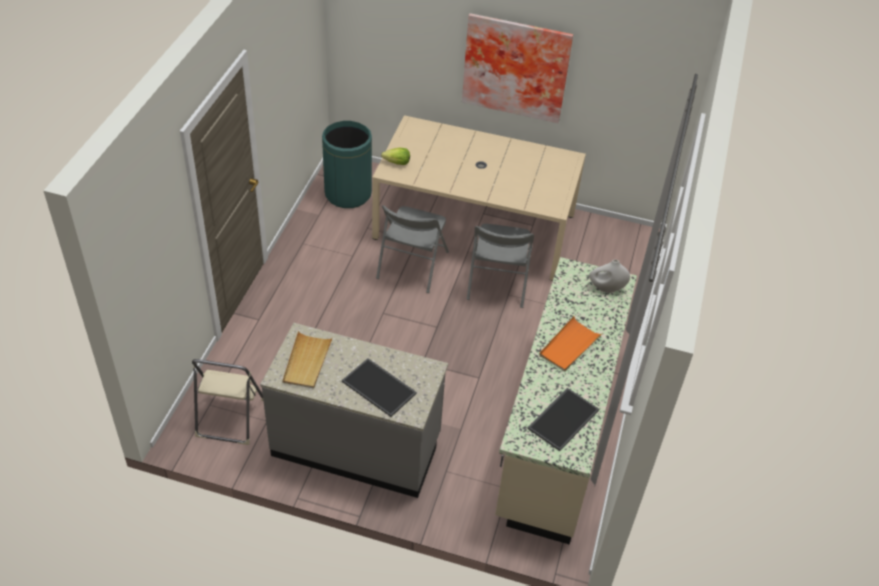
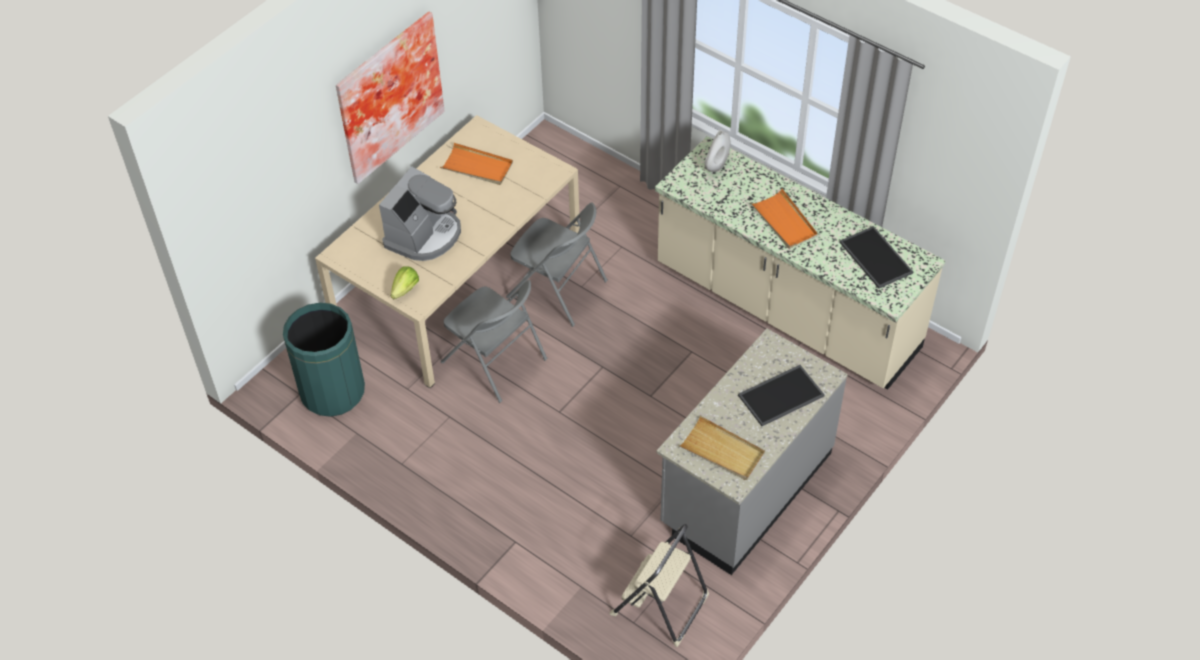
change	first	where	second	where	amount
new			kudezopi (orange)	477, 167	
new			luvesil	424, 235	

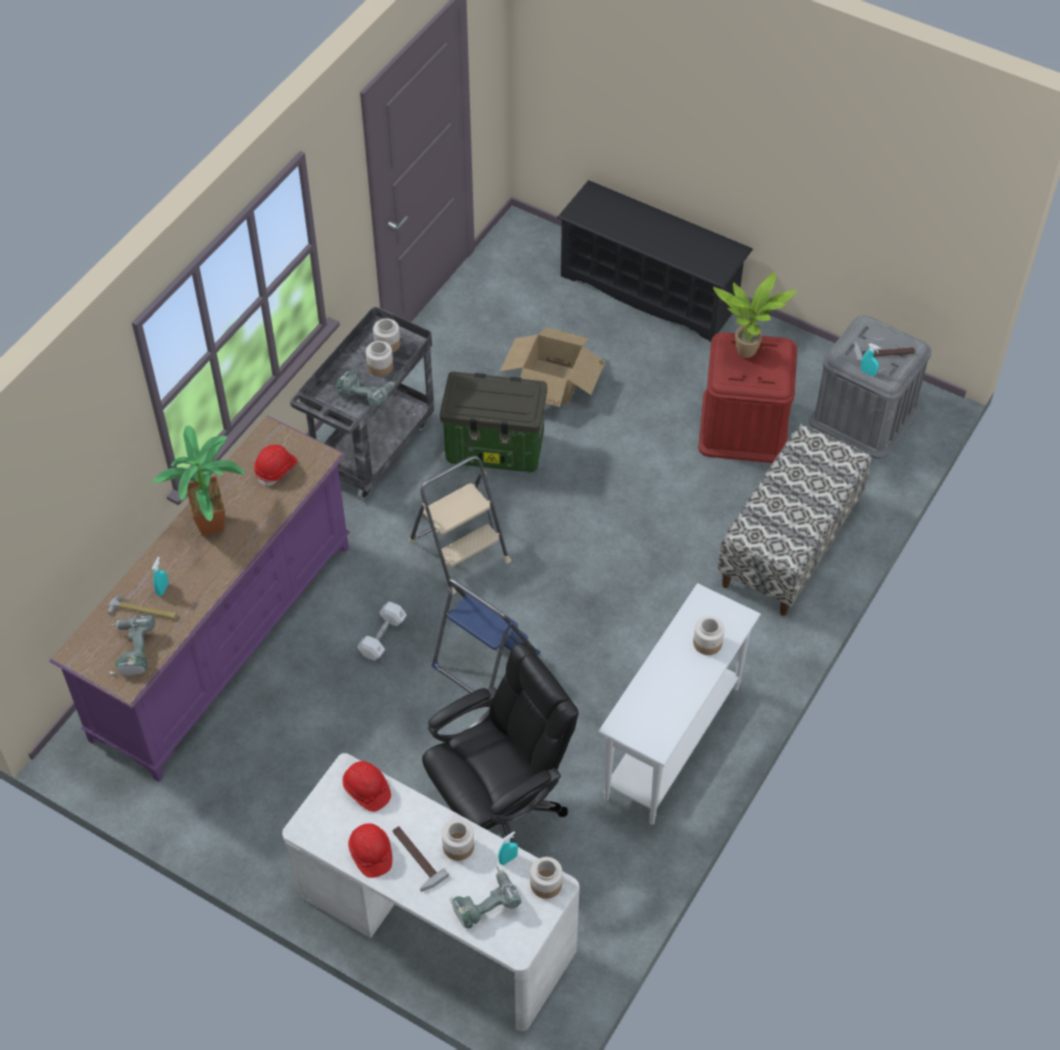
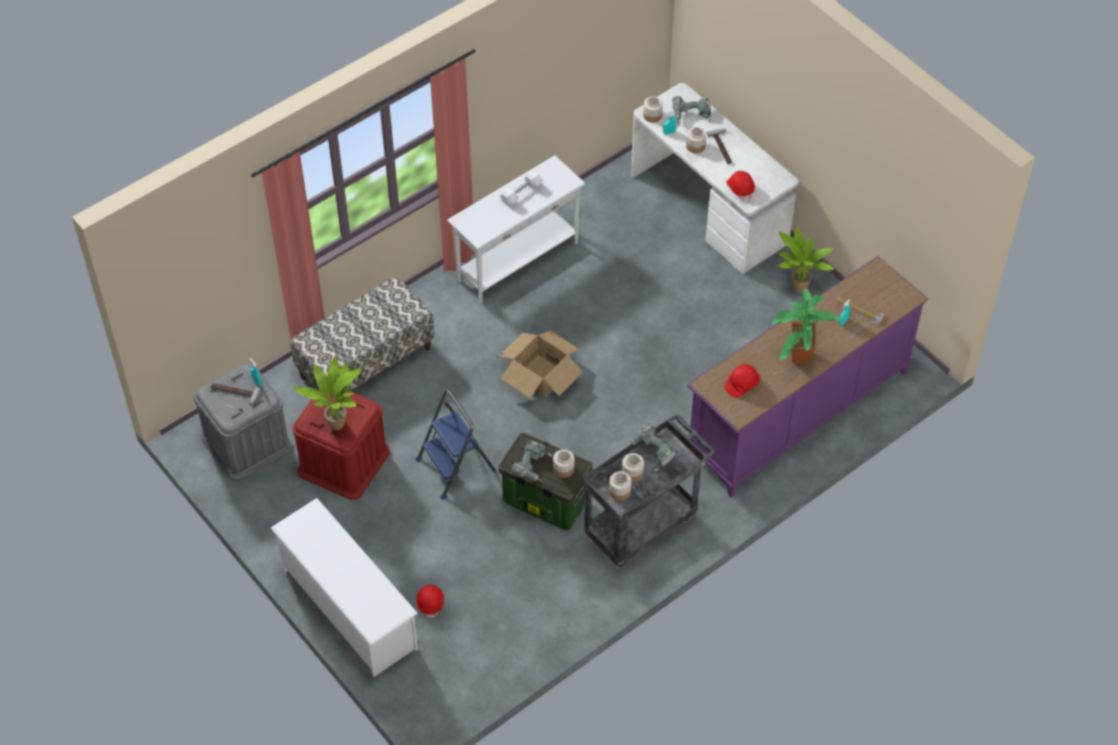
change	first	where	second	where	amount
repainted	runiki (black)	650, 291	runiki (white)	349, 608	
shifted	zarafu	552, 382		540, 375	
gone	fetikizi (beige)	457, 547			
shifted	fetikizi (blue)	482, 661		459, 464	
shifted	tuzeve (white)	382, 637		520, 193	
shifted	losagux	131, 651		532, 467	
shifted	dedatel	708, 643		563, 469	
gone	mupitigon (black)	498, 811			
shifted	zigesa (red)	370, 854		430, 602	
new			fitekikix	798, 289	

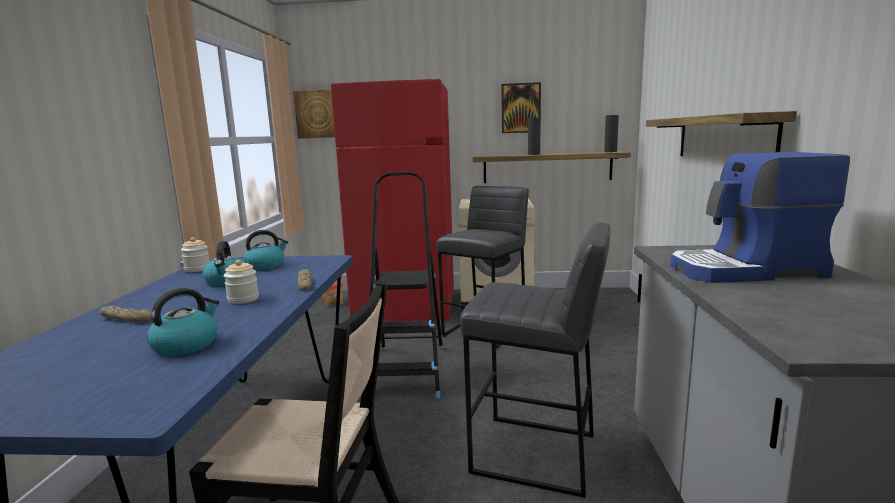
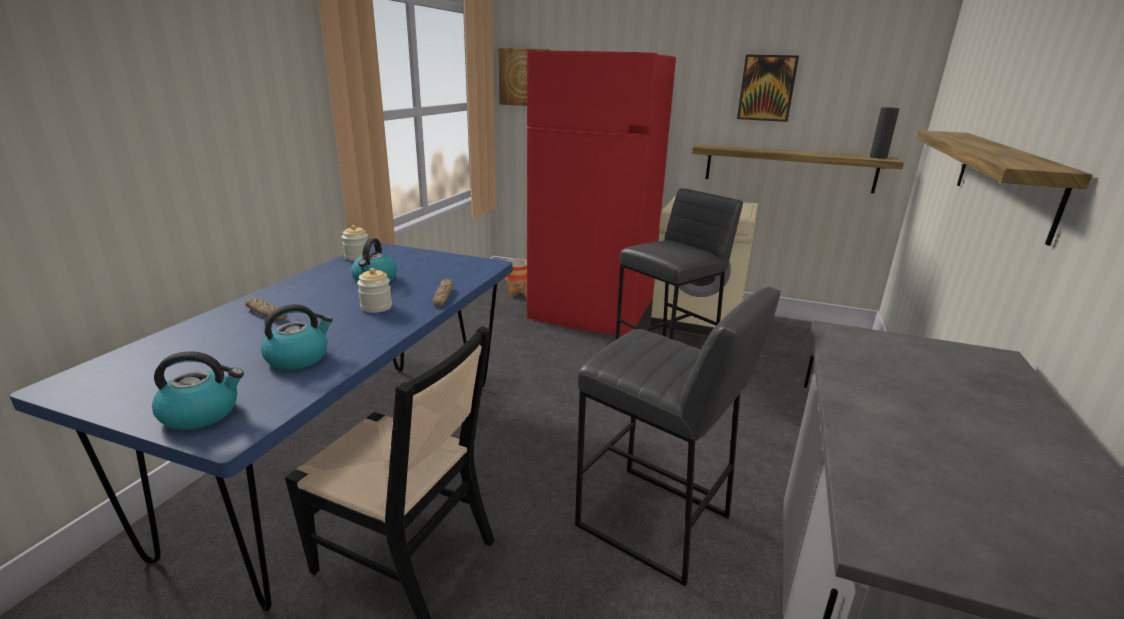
change	first	where	second	where	amount
gone	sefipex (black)	534, 154			
gone	luvesil	746, 271			
gone	fetikizi (black)	408, 370			
shifted	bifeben	266, 266		202, 413	

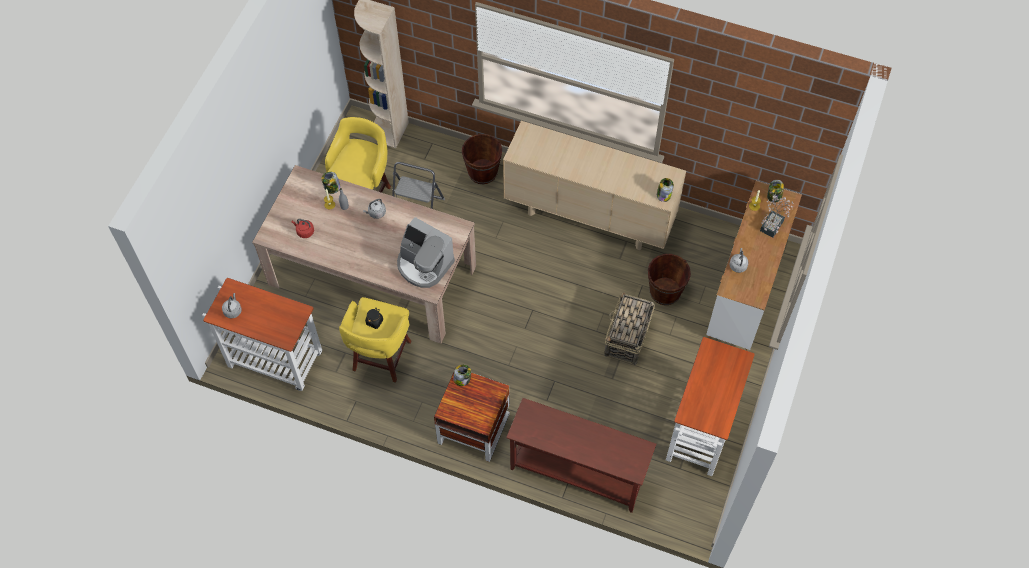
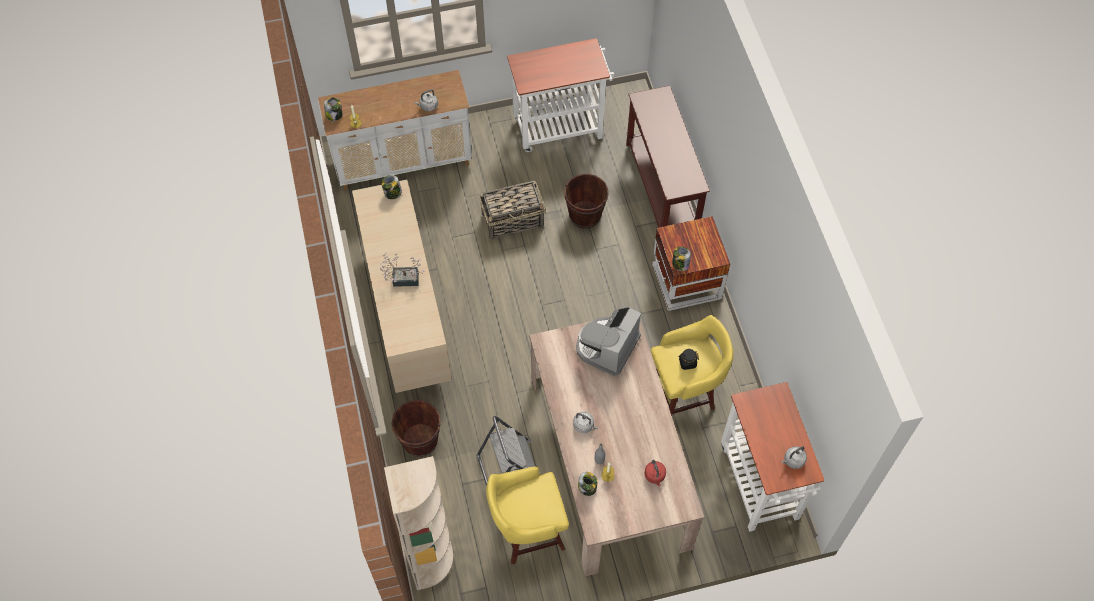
change	first	where	second	where	amount
shifted	fitekikix	773, 224		402, 278	
rotated	luvesil	424, 265		607, 346	150 degrees counterclockwise
shifted	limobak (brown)	665, 292		585, 215	

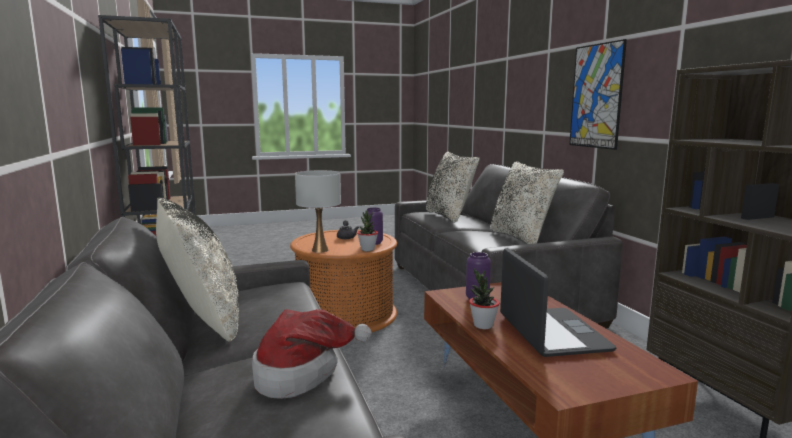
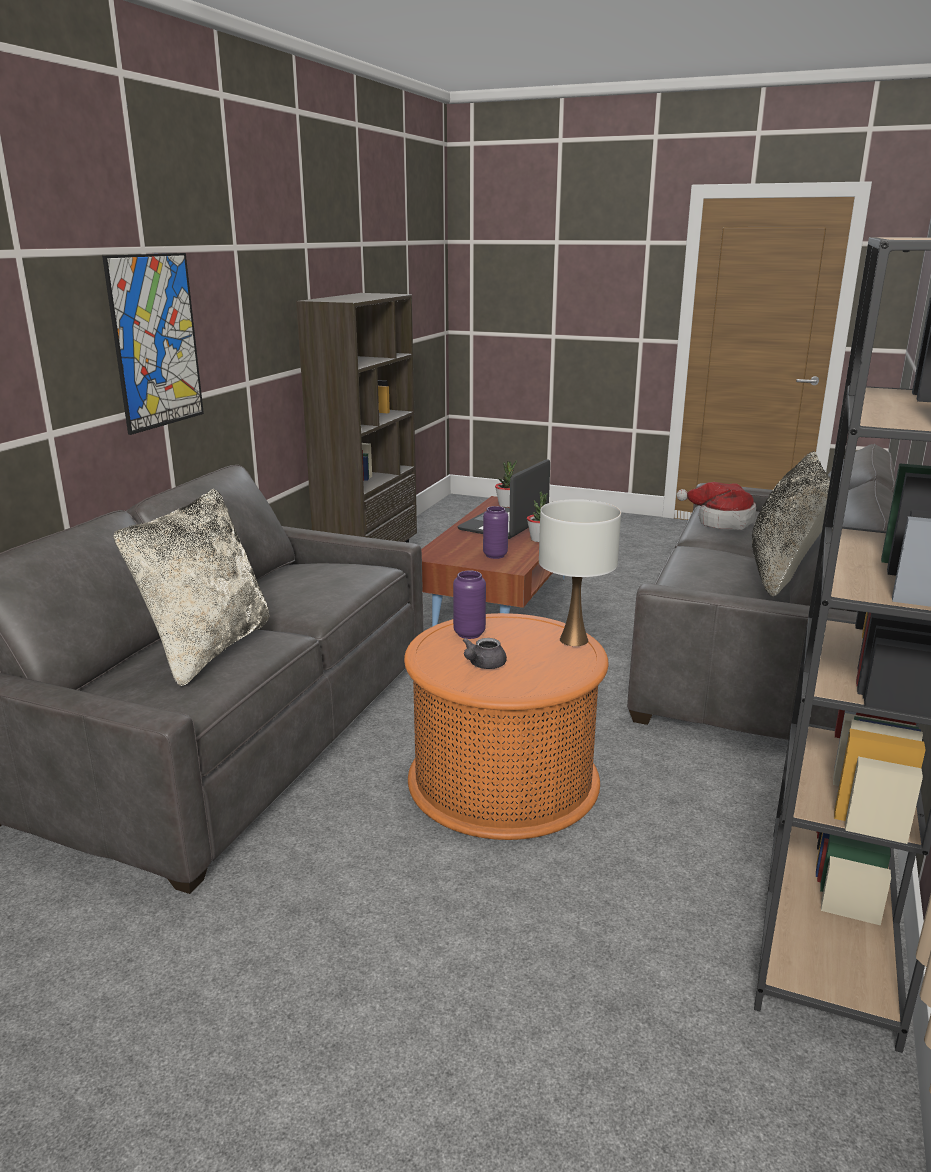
change	first	where	second	where	amount
gone	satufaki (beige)	521, 239			
shifted	fitekikix	367, 249		506, 505	

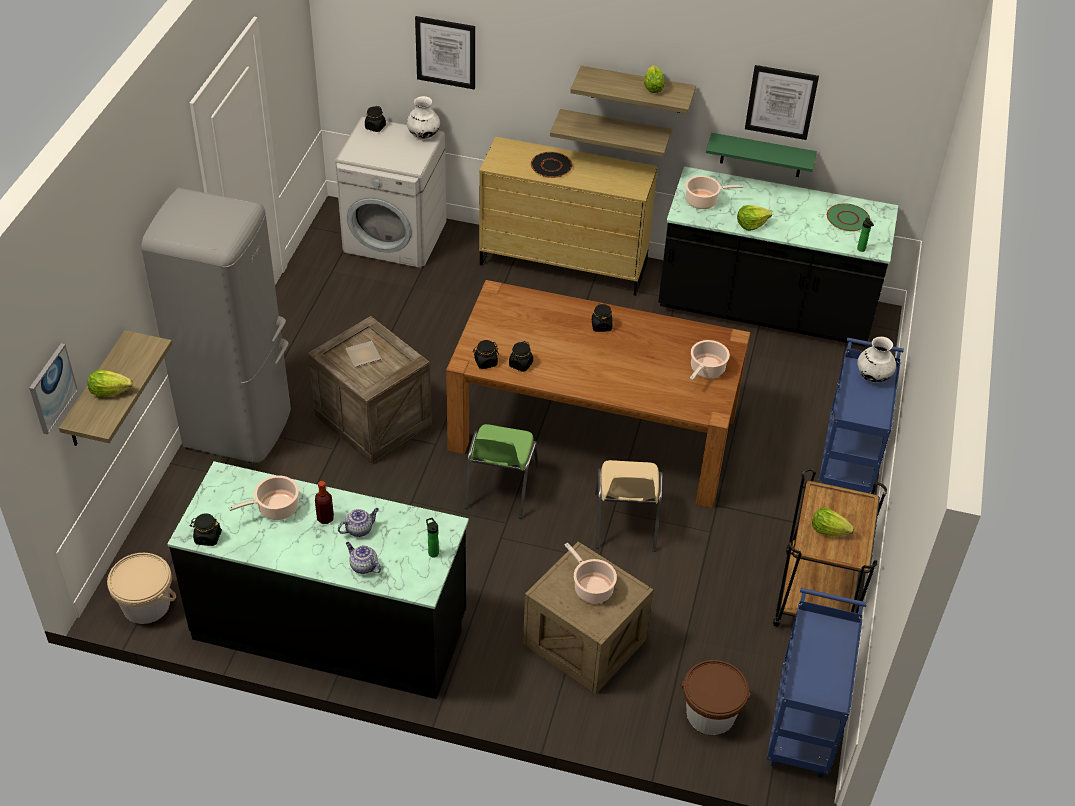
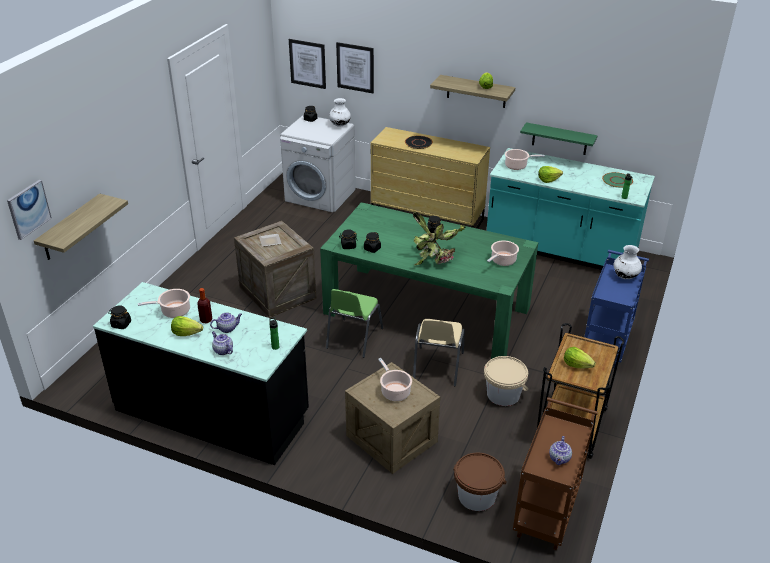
change	first	where	second	where	amount
shifted	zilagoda	781, 102		307, 63	
gone	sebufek	614, 132			
repainted	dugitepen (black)	765, 309	dugitepen (turquoise)	560, 250	
gone	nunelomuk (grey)	241, 426			
repainted	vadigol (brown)	594, 431	vadigol (green)	427, 310	
shifted	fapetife	109, 391		186, 333	
shifted	limobak (beige)	146, 605		503, 394	
repainted	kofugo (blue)	803, 724	kofugo (brown)	547, 511	
new			fitekikix	436, 258	
new			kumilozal	559, 459	

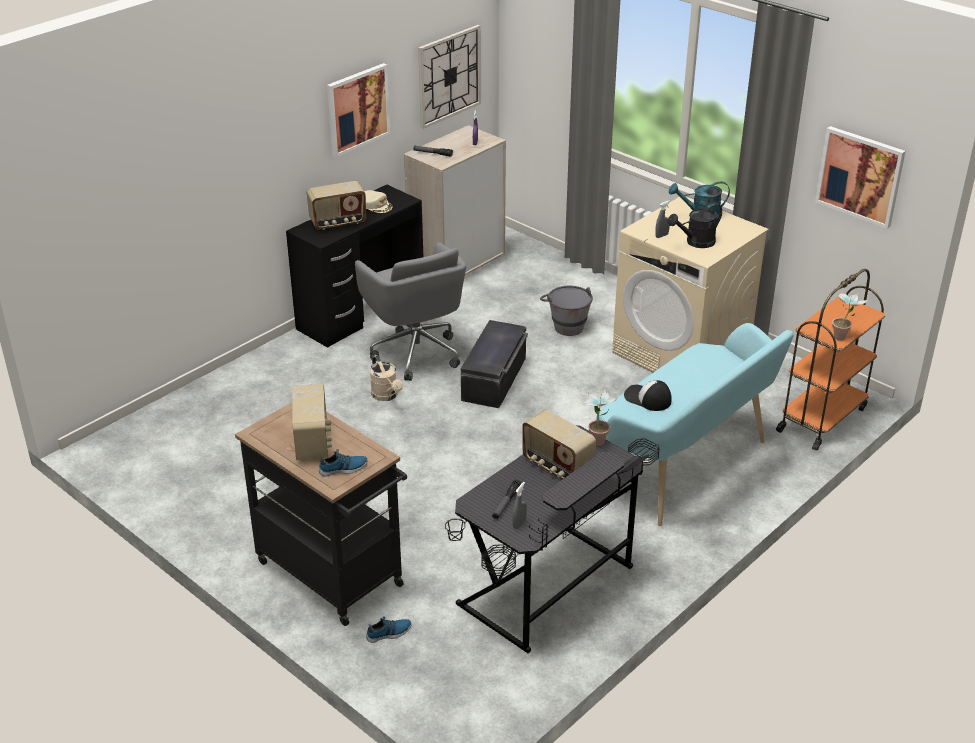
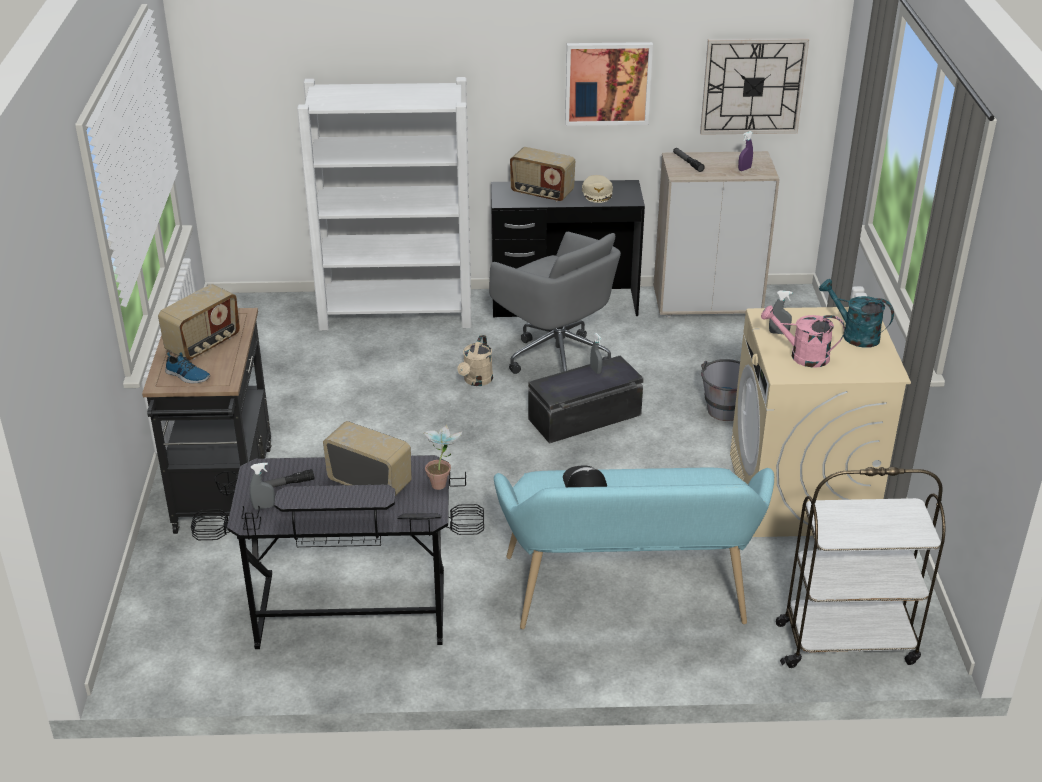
change	first	where	second	where	amount
gone	zilagoda	860, 176			
repainted	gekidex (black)	696, 243	gekidex (pink)	802, 356	
rotated	mupitigon (grey)	414, 352		554, 358	60 degrees counterclockwise
repainted	kofugo (orange)	823, 419	kofugo (white)	847, 644	
gone	fitekikix	843, 336			
rotated	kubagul	557, 467		370, 483	120 degrees clockwise
gone	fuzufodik	389, 633			
new			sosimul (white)	396, 311	
new			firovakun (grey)	595, 370	

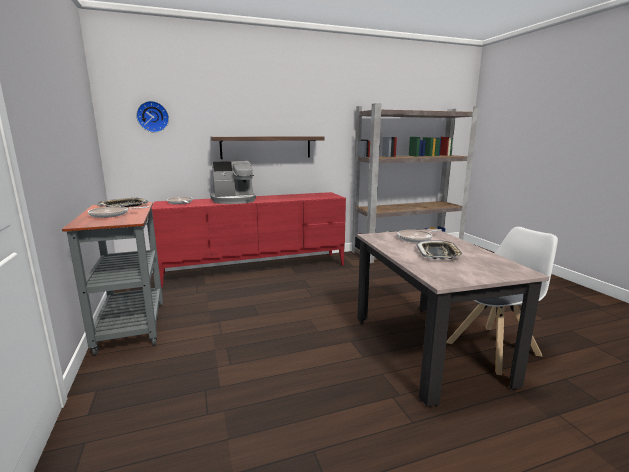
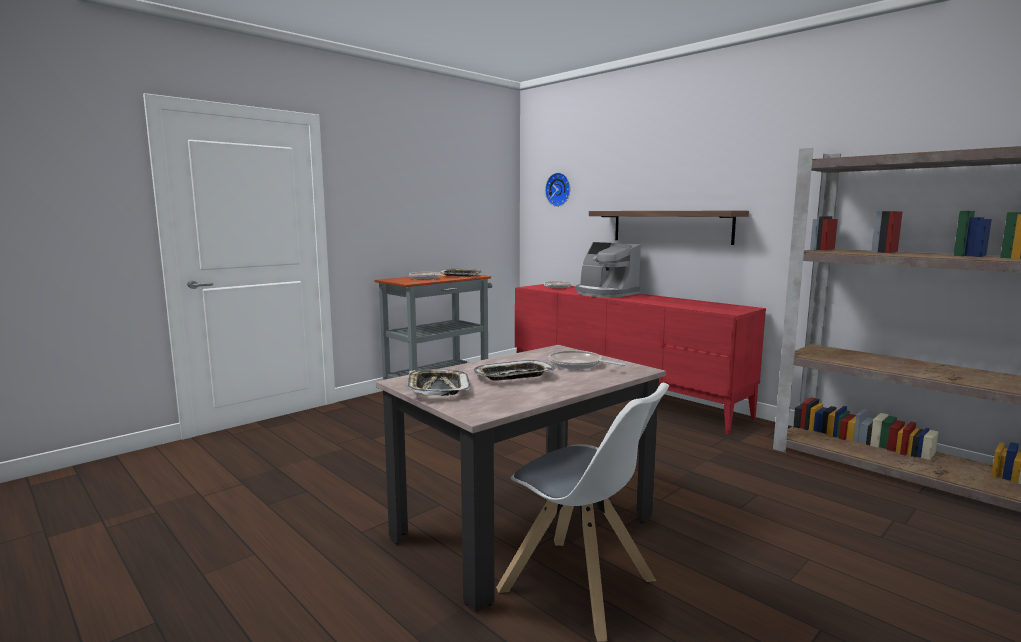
change	first	where	second	where	amount
new			kudezopi	437, 388	

